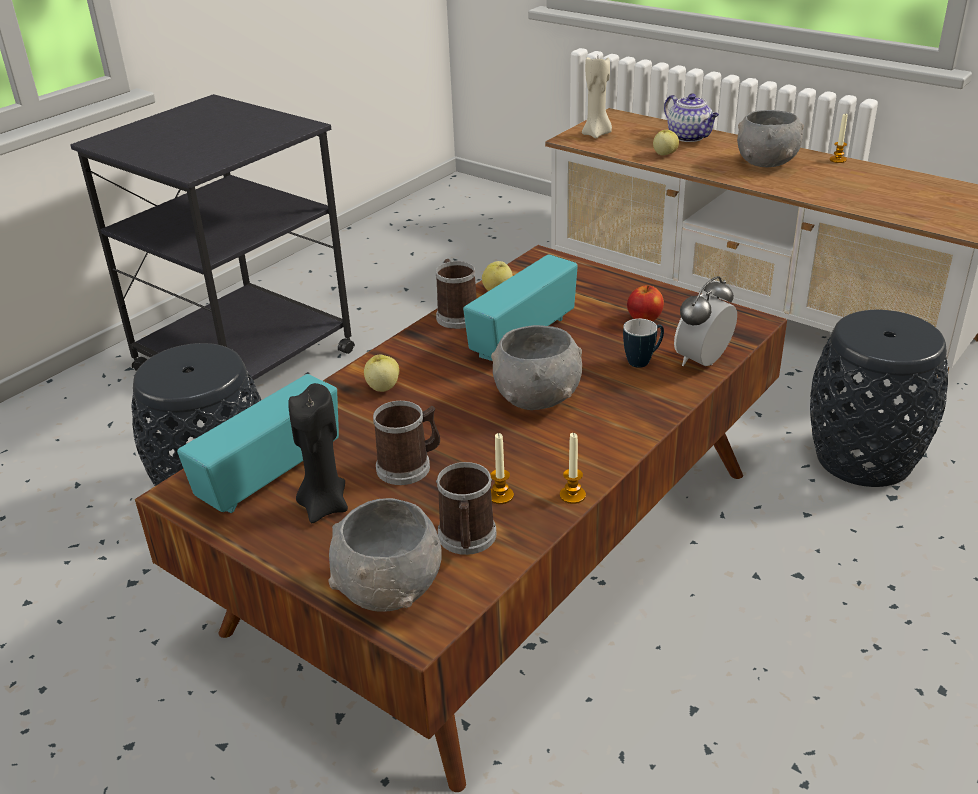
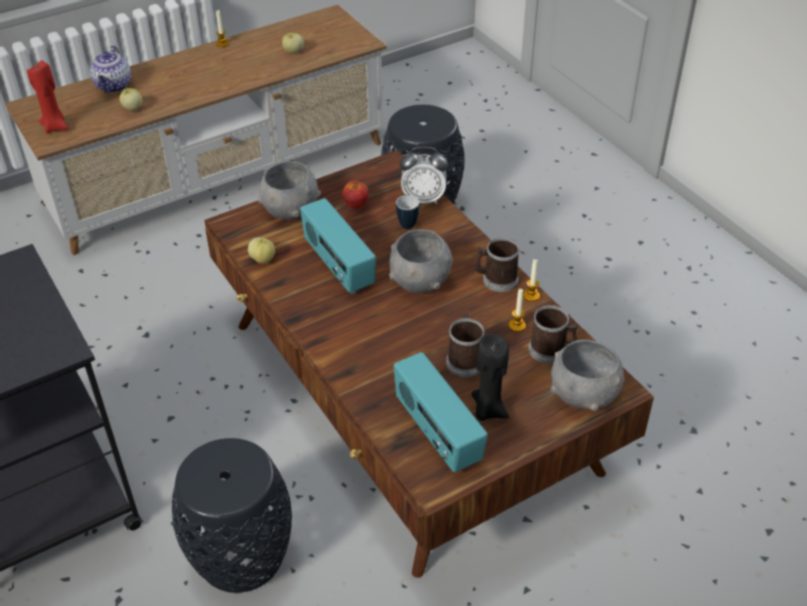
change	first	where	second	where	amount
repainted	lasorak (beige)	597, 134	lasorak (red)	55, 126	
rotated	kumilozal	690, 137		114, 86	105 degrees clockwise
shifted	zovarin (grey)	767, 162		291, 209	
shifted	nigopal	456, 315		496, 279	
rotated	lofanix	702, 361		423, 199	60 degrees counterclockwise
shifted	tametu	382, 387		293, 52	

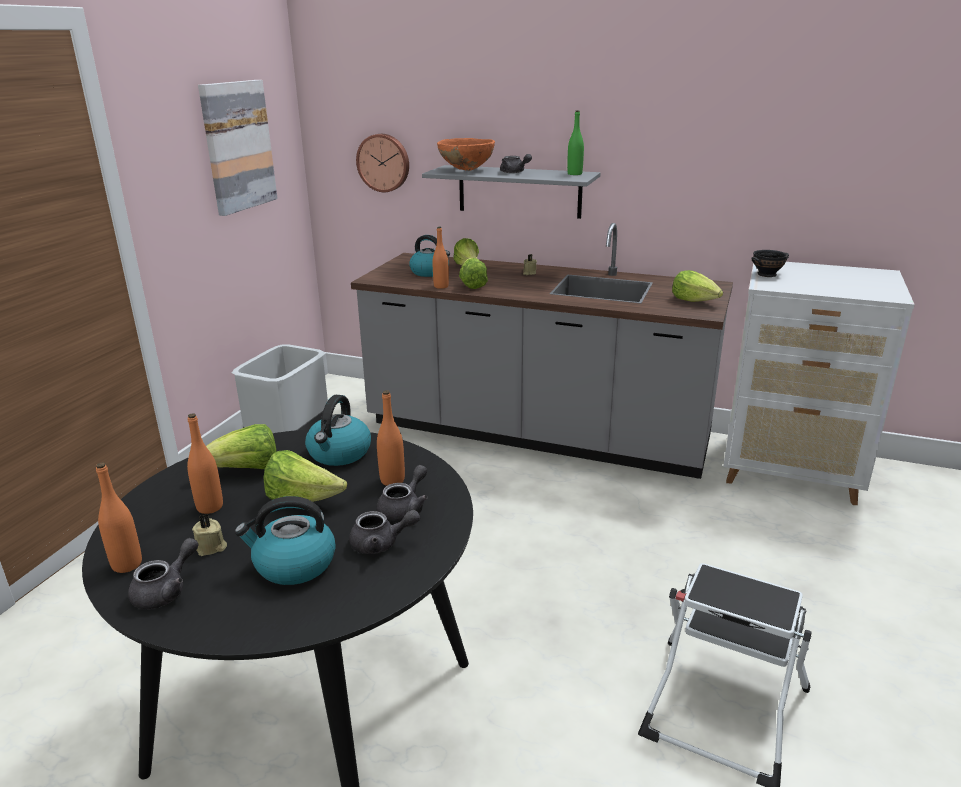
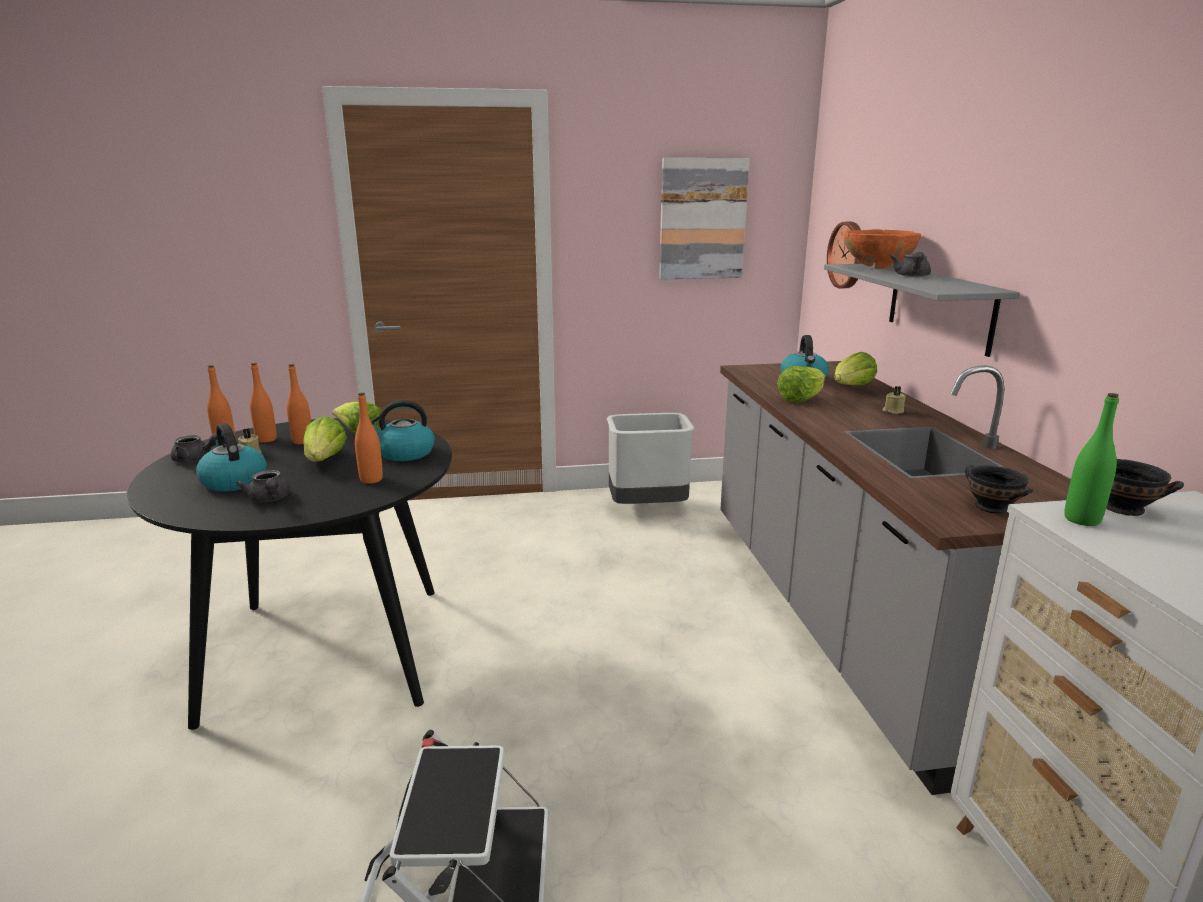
change	first	where	second	where	amount
shifted	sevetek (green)	574, 174		1082, 519	
shifted	sevetek (orange)	441, 286		266, 439	
swapped	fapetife	695, 301	zovarin (black)	991, 507	
gone	kumilozal (grey)	405, 509			

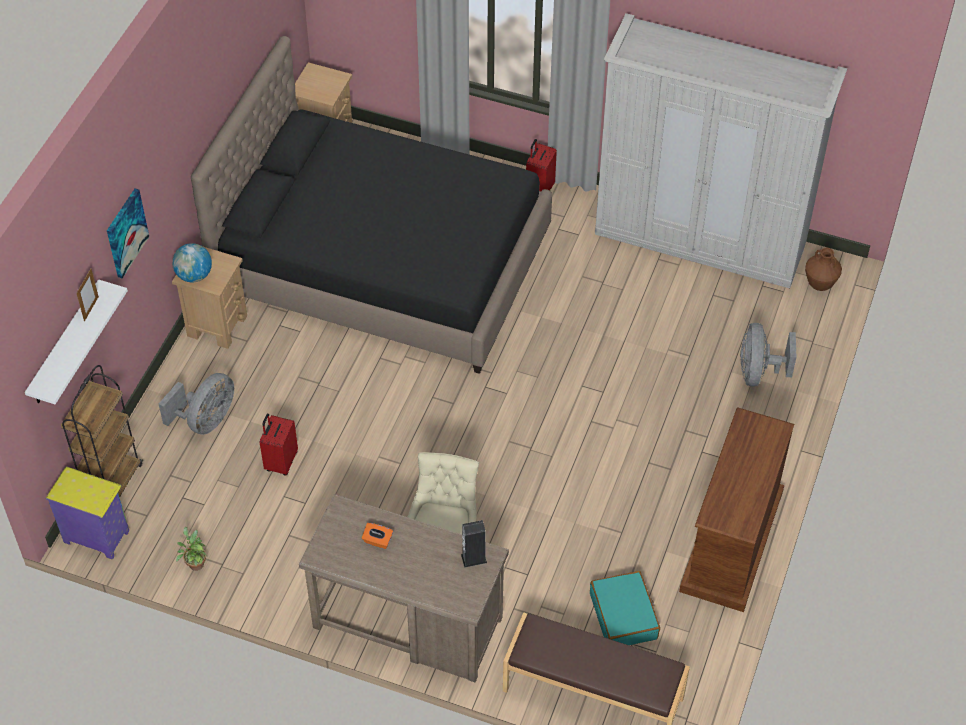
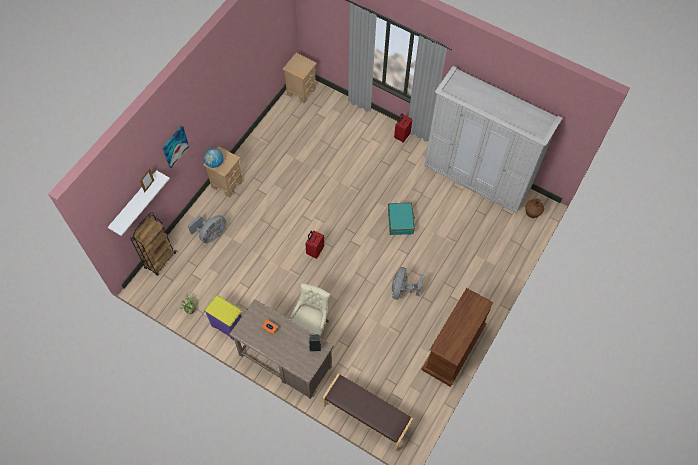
change	first	where	second	where	amount
gone	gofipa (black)	381, 261			
shifted	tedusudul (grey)	758, 372		402, 289	
shifted	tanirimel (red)	280, 462		315, 251	
shifted	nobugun	96, 535		227, 325	
shifted	tanirimel (turquoise)	624, 616		400, 221	

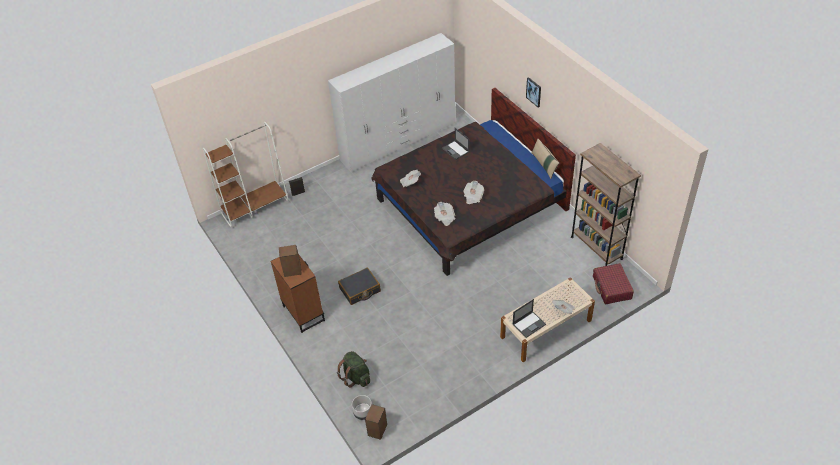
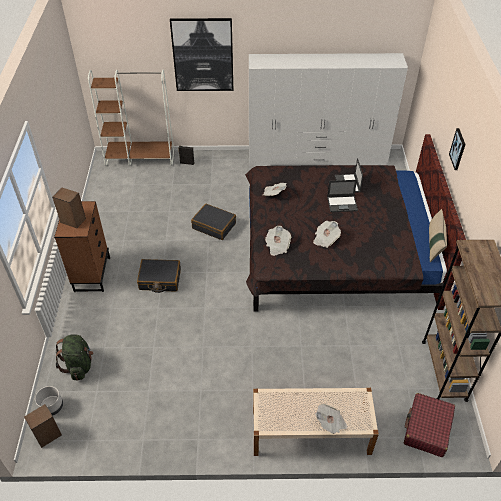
change	first	where	second	where	amount
shifted	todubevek	529, 324		342, 204	
new			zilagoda	203, 55	
new			tanirimel (black)	214, 226	

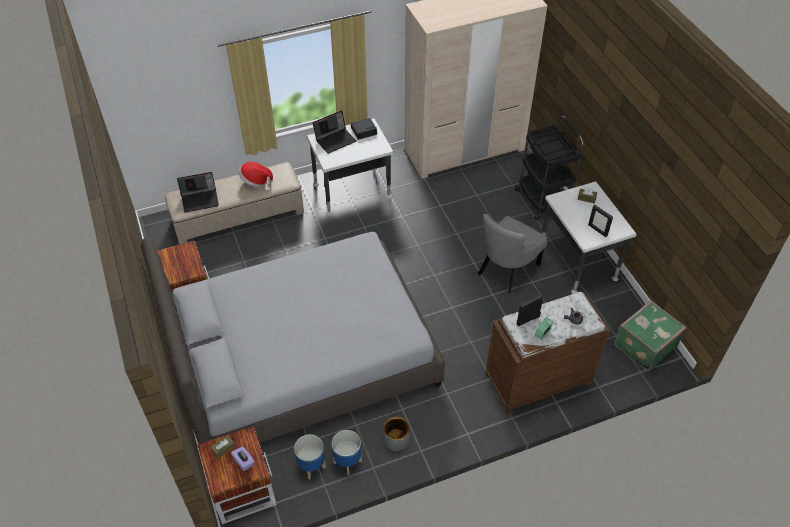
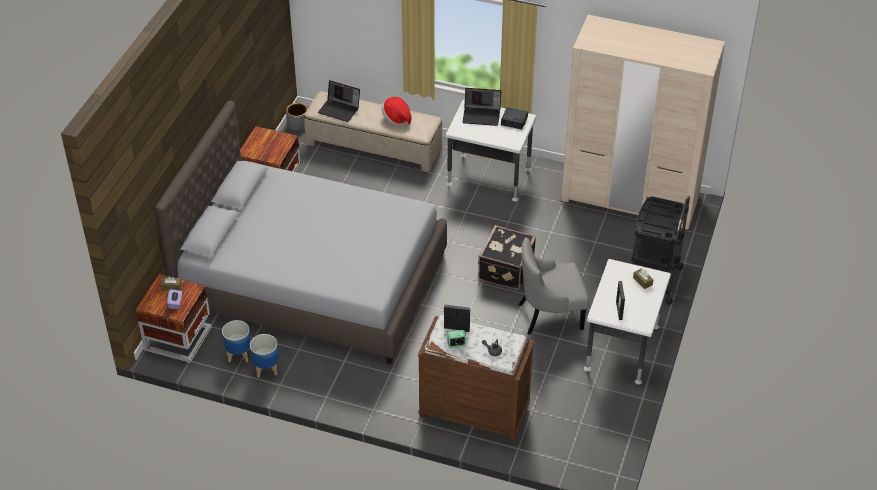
change	first	where	second	where	amount
gone	tanirimel (green)	644, 345			
shifted	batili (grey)	396, 439		298, 124	
new			tanirimel (black)	505, 269	

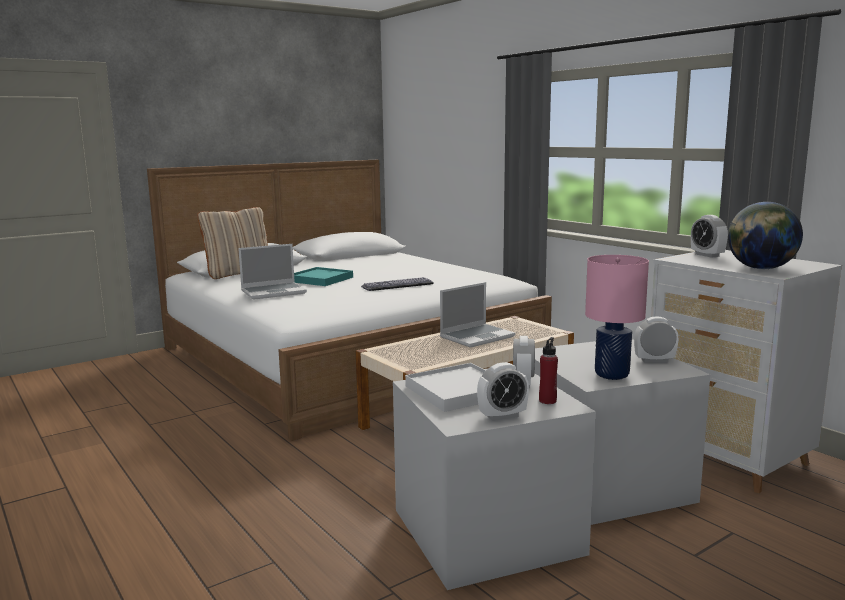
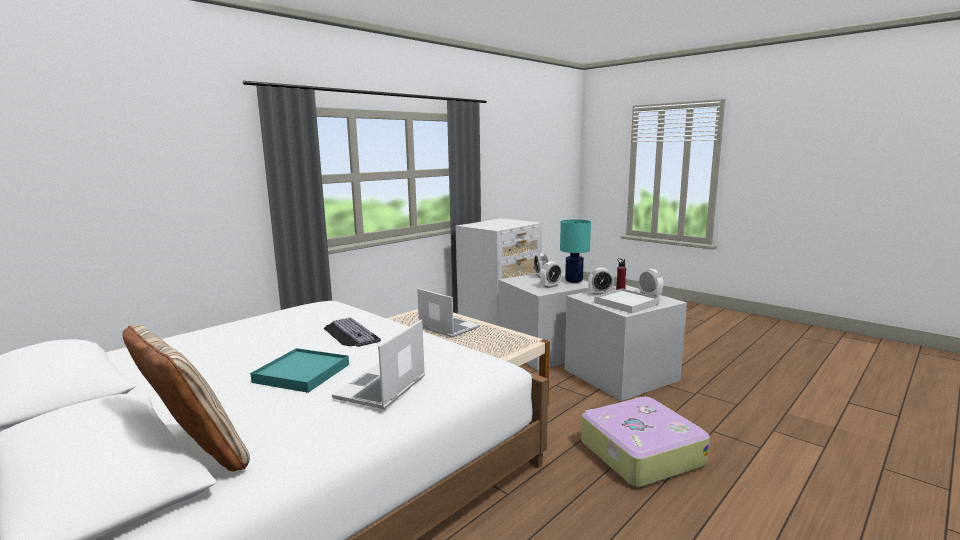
change	first	where	second	where	amount
gone	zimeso	760, 268			
shifted	lofanix	707, 255		550, 286	
rotated	todubevek	274, 292		381, 388	120 degrees counterclockwise
repainted	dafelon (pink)	611, 377	dafelon (turquoise)	574, 282	
new			tanirimel	639, 452	

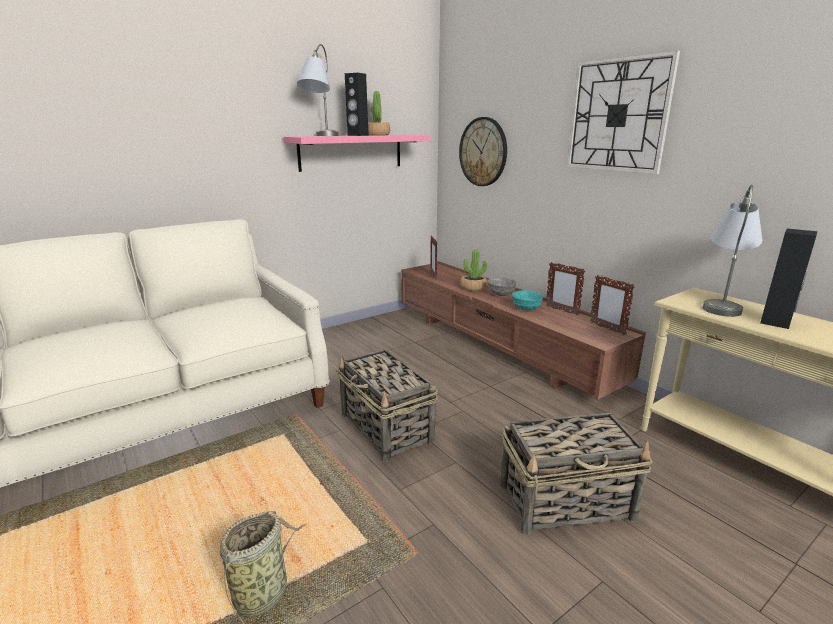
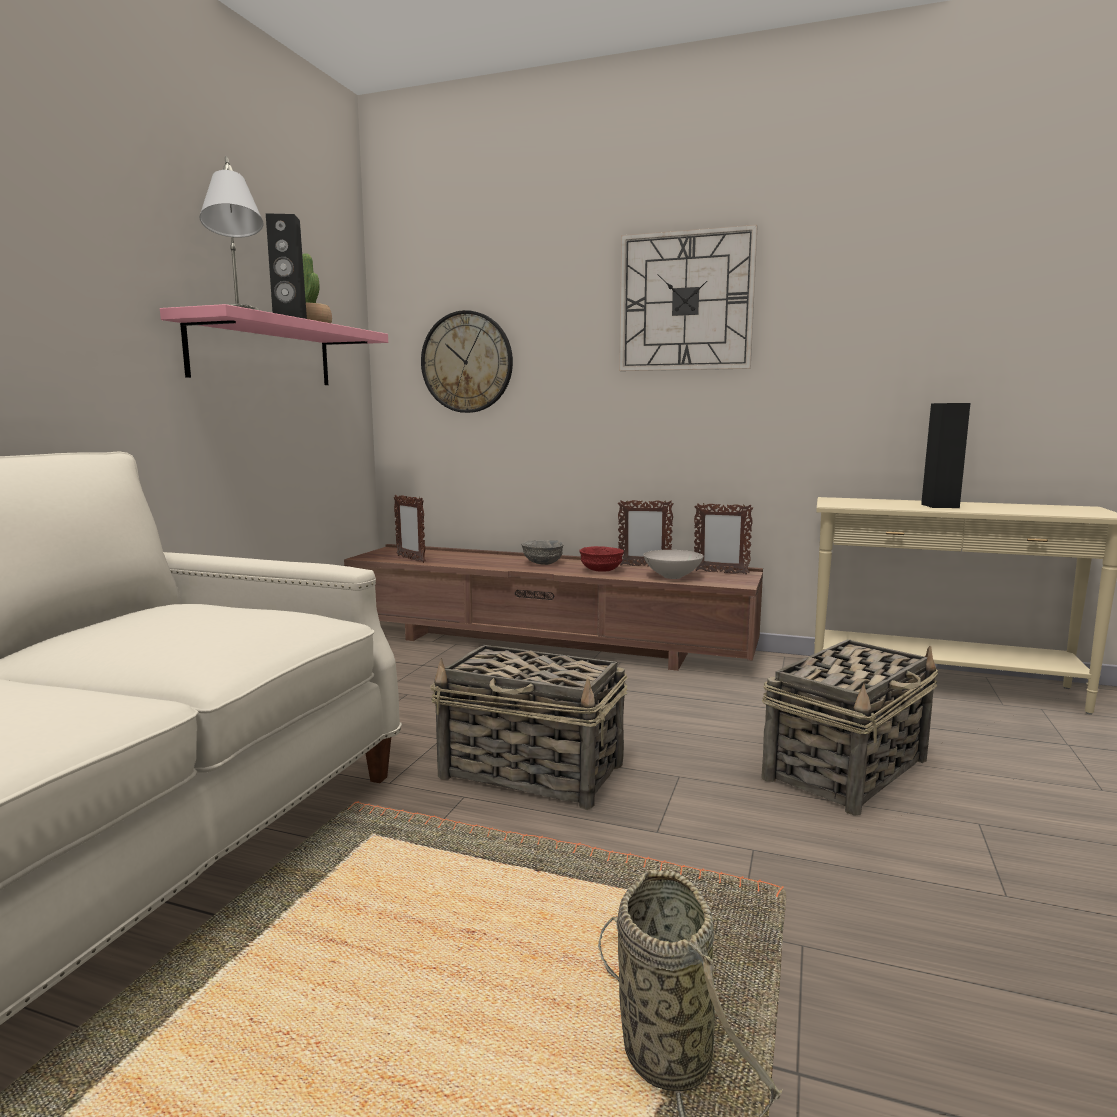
change	first	where	second	where	amount
gone	dafelon (grey)	722, 303			
gone	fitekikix	473, 287			
repainted	zovarin (turquoise)	526, 308	zovarin (red)	600, 571	
new			zovarin (white)	673, 577	

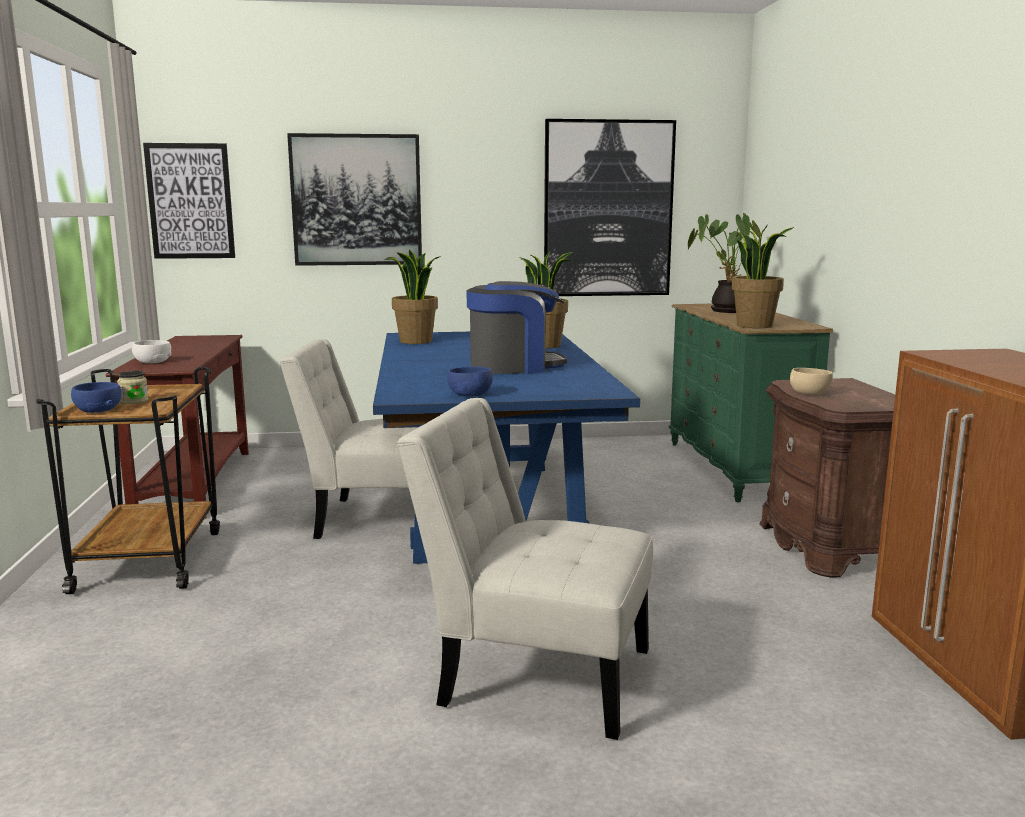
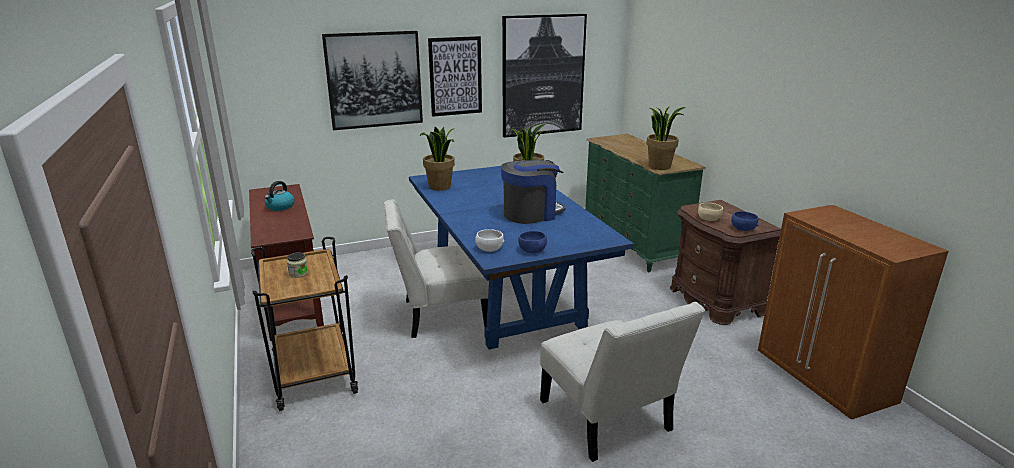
change	first	where	second	where	amount
shifted	zilagoda	190, 201		455, 76	
gone	fitekikix	725, 311			
shifted	zovarin (white)	152, 362		489, 248	
shifted	zovarin (blue)	98, 410		743, 228	
rotated	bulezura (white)	534, 673		608, 420	120 degrees counterclockwise
new			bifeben	280, 207	

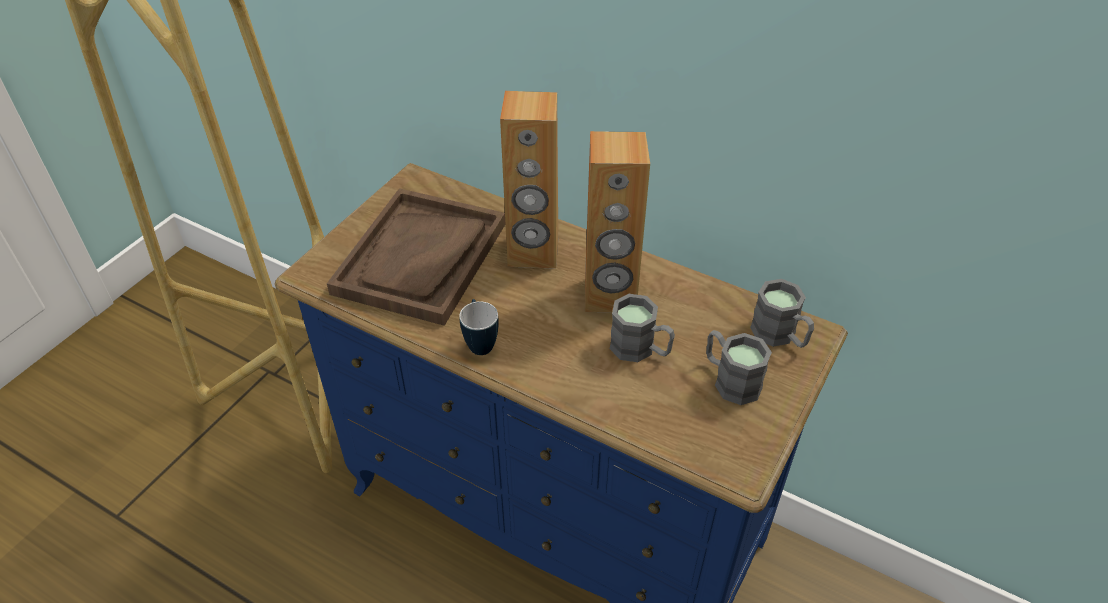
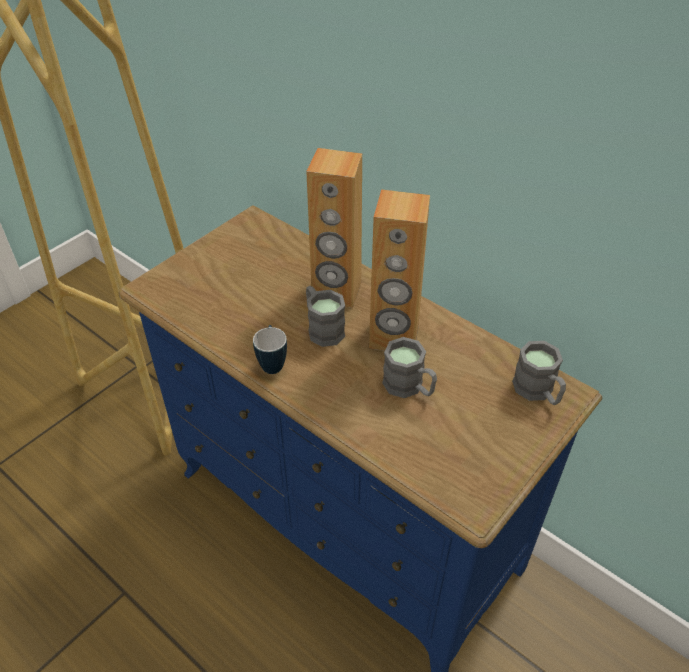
change	first	where	second	where	amount
gone	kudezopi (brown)	421, 258			
shifted	nigopal (grey)	730, 380		322, 328	

